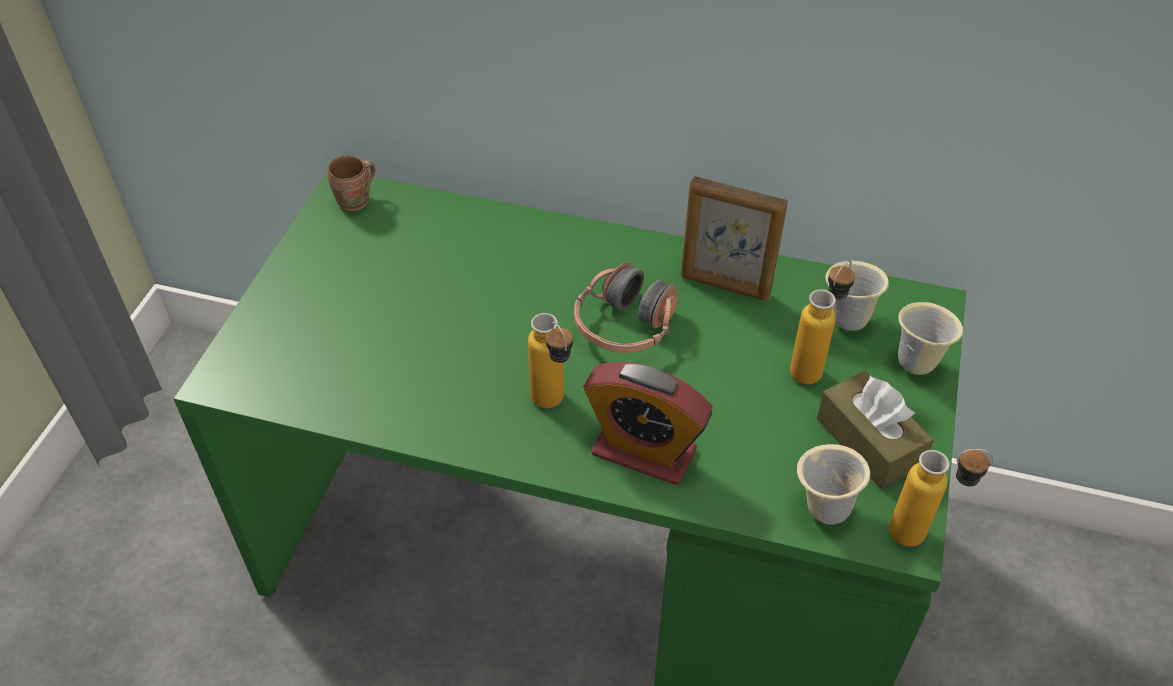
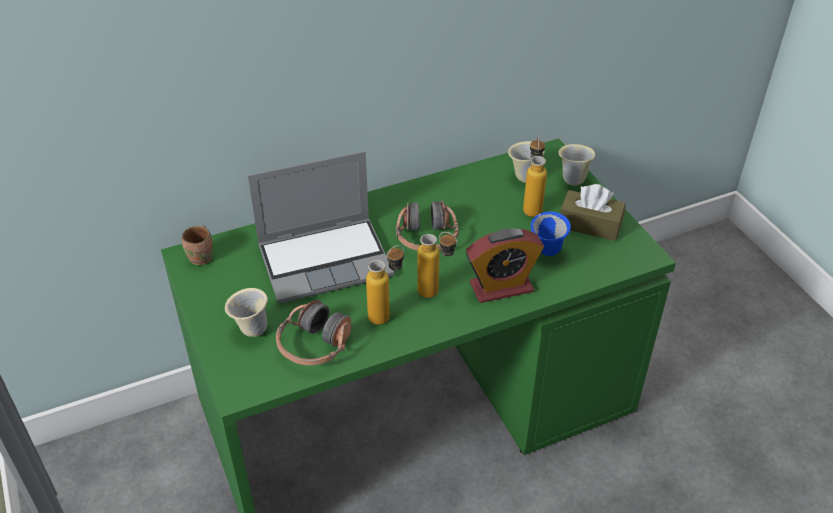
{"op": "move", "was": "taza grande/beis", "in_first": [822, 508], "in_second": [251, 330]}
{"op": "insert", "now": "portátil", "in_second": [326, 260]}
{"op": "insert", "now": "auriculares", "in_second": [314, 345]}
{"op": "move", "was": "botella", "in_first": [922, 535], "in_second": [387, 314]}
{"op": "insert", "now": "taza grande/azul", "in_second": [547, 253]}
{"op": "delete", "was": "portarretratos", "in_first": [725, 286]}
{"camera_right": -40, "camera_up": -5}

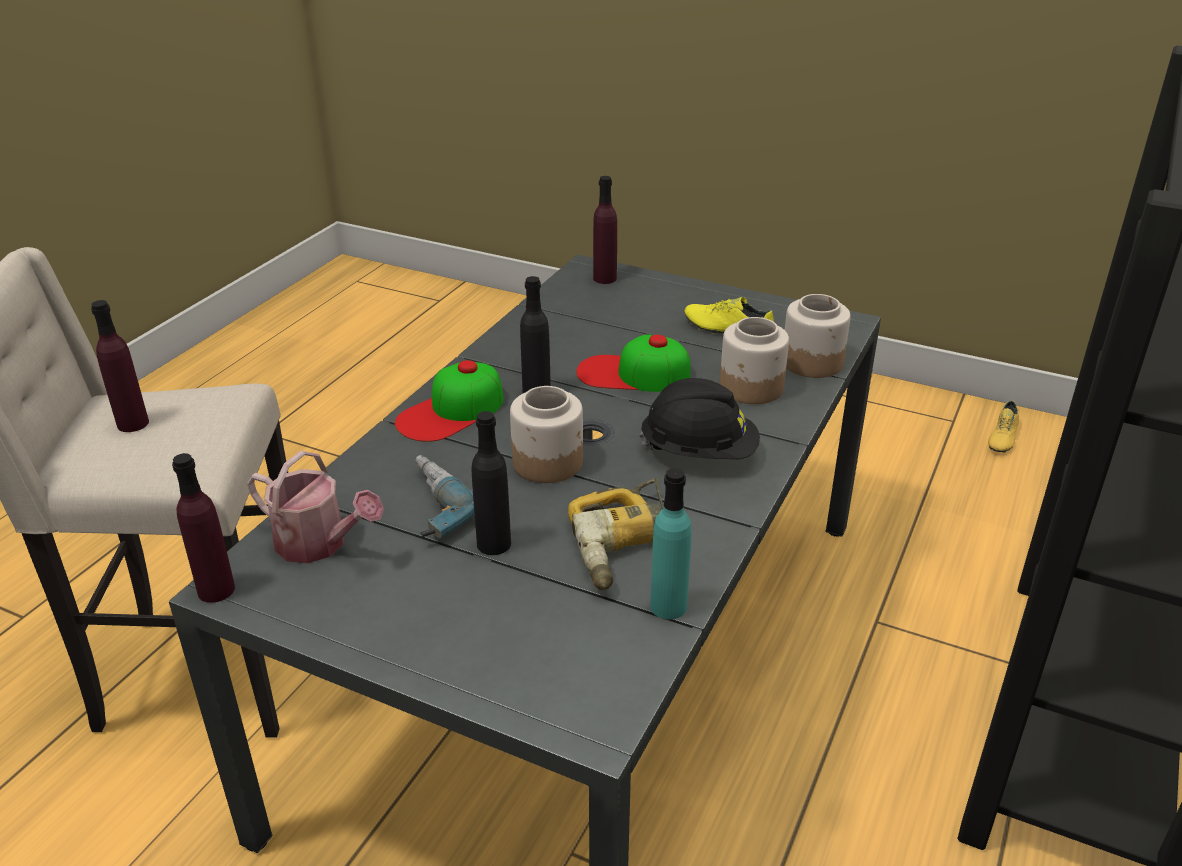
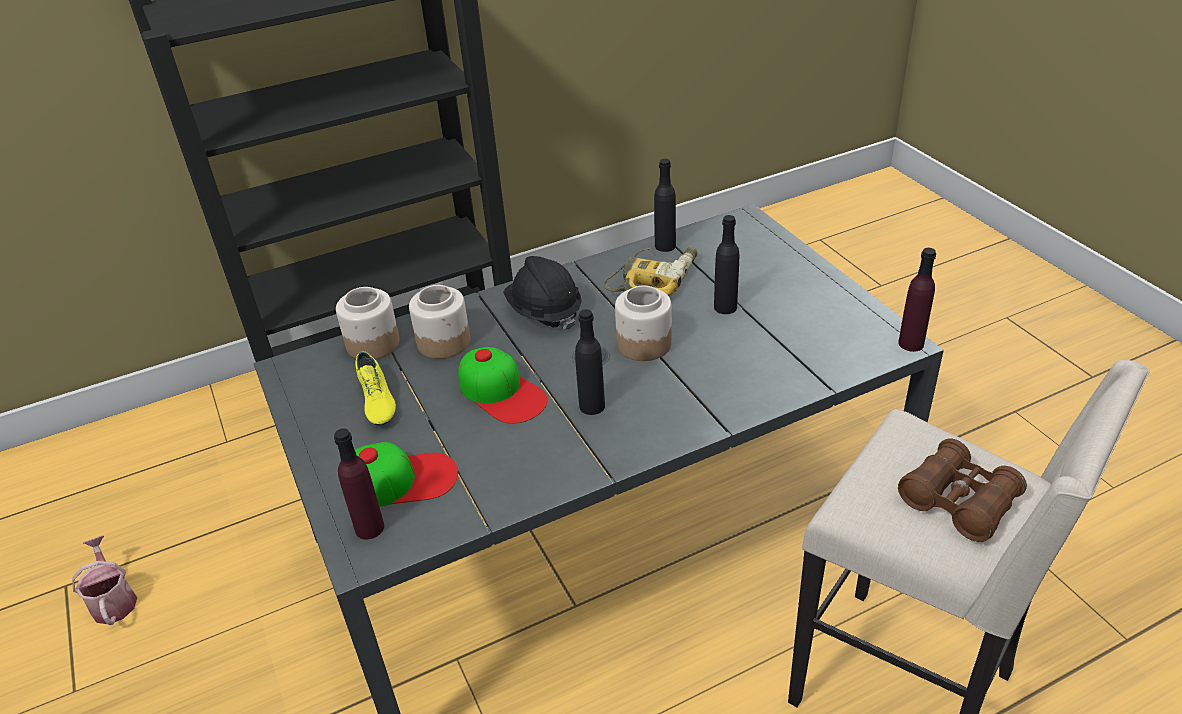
{"op": "move", "was": "regadera", "in_first": [319, 544], "in_second": [113, 600]}
{"op": "move", "was": "gorra", "in_first": [451, 411], "in_second": [400, 479]}
{"op": "recolor", "was": "botella/turquesa", "now": "botella/negro", "in_first": [668, 606], "in_second": [665, 246]}
{"op": "replace", "was": "botella/morado", "now": "prismáticos/marrón", "in_first": [133, 423], "in_second": [958, 501]}
{"op": "delete", "was": "taladro", "in_first": [429, 506]}
{"op": "delete", "was": "zapato/amarillo", "in_first": [1001, 438]}
{"camera_right": -140, "camera_up": 5}

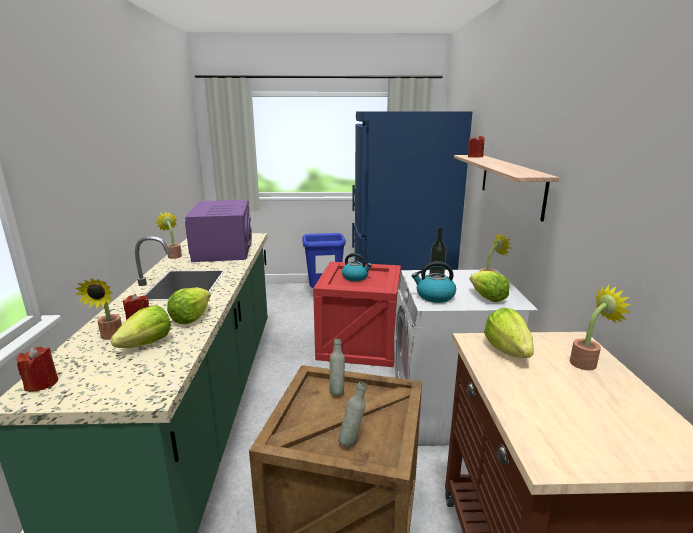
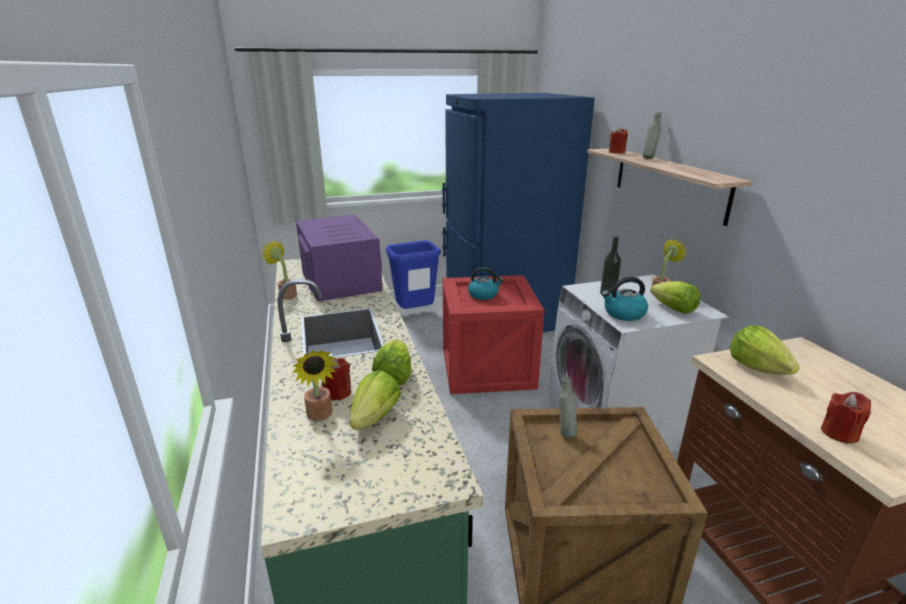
{"op": "move", "was": "botella/gris", "in_first": [352, 441], "in_second": [649, 158]}
{"op": "move", "was": "vela/rojo", "in_first": [42, 383], "in_second": [839, 433]}
{"op": "delete", "was": "planta en maceta", "in_first": [587, 362]}
{"camera_right": -15, "camera_up": 5}

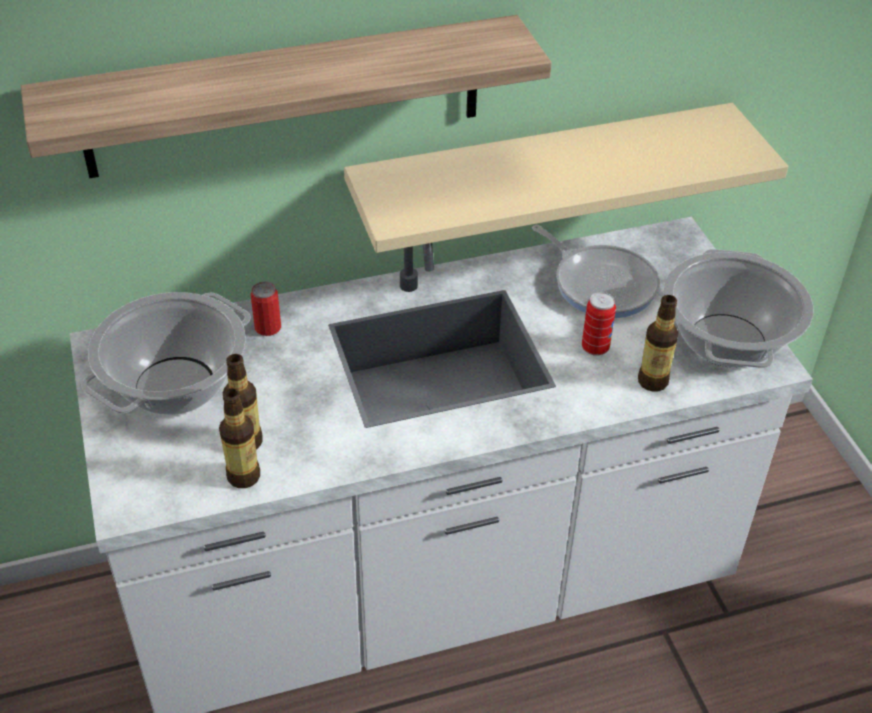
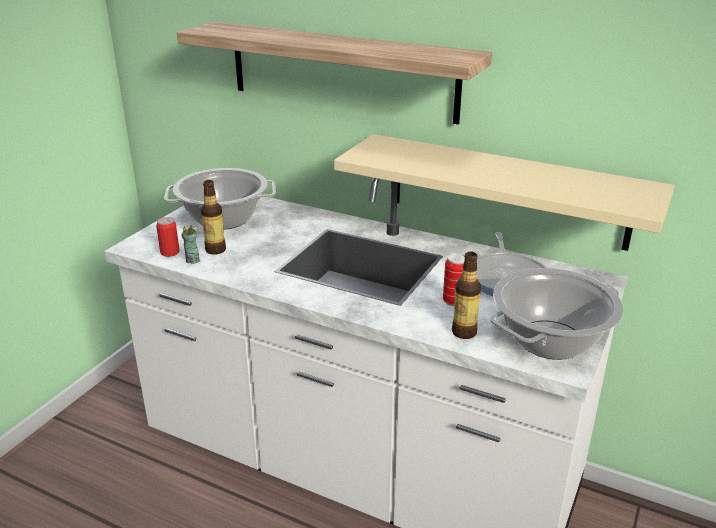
{"op": "move", "was": "lata", "in_first": [268, 327], "in_second": [170, 252]}
{"op": "replace", "was": "botella", "now": "taza", "in_first": [244, 476], "in_second": [192, 260]}
{"camera_right": 45, "camera_up": -15}

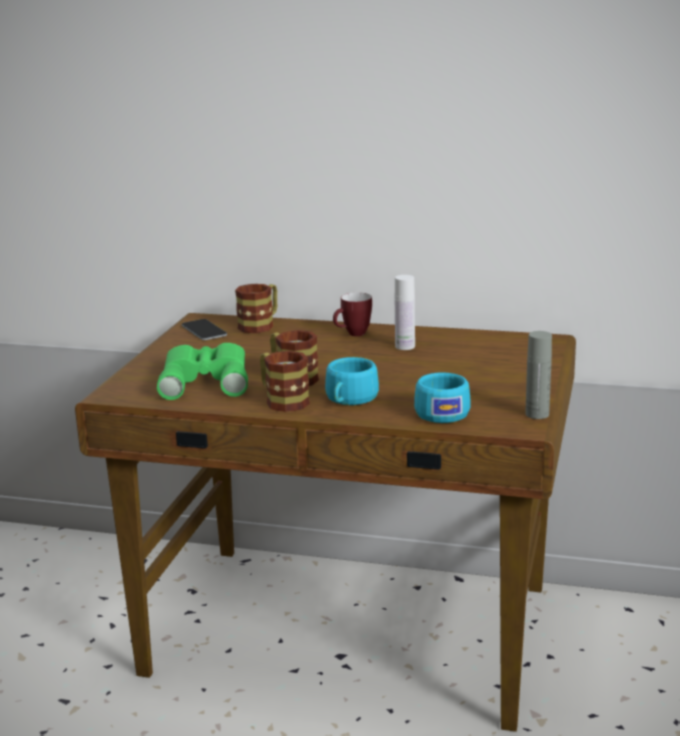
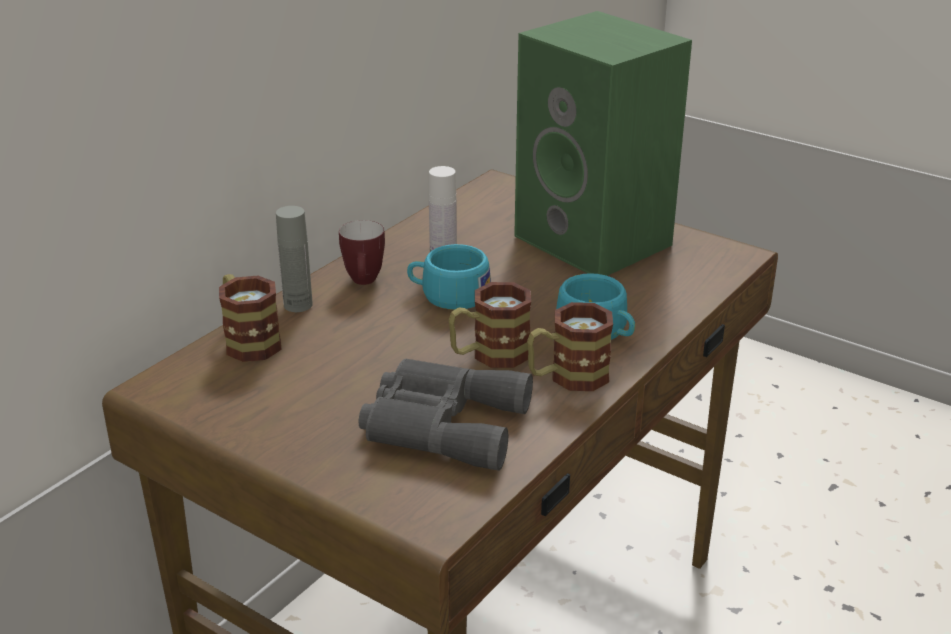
{"op": "move", "was": "botella/gris", "in_first": [537, 414], "in_second": [298, 305]}
{"op": "recolor", "was": "prismáticos/verde", "now": "prismáticos/gris", "in_first": [206, 379], "in_second": [440, 423]}
{"op": "move", "was": "taza/turquesa", "in_first": [440, 412], "in_second": [448, 295]}
{"op": "insert", "now": "altavoz/verde", "in_second": [597, 241]}
{"op": "delete", "was": "móvil", "in_first": [204, 330]}
{"camera_right": -70, "camera_up": 10}

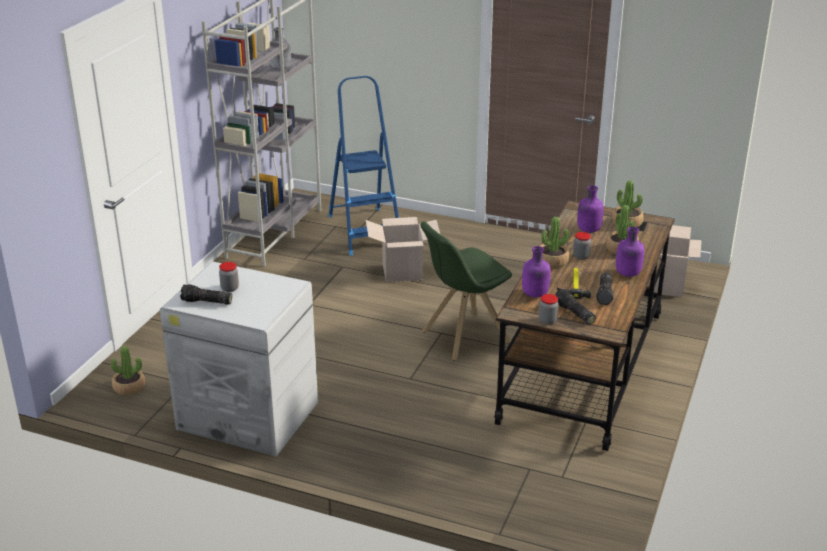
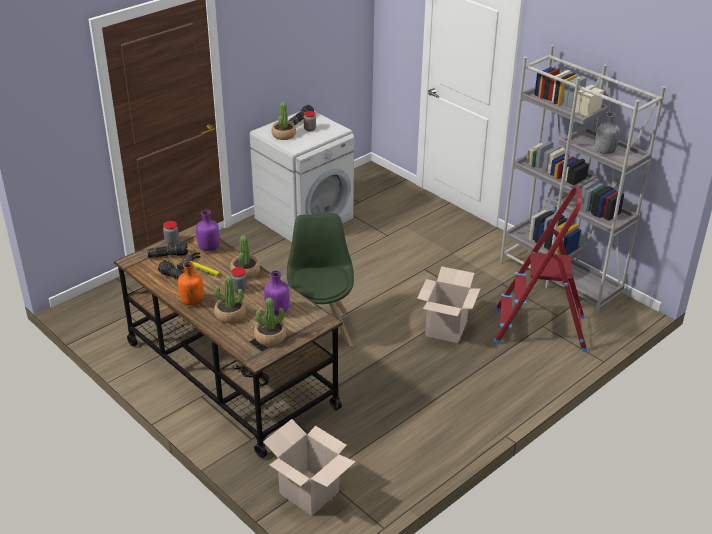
{"op": "recolor", "was": "botella/morado", "now": "botella/naranja", "in_first": [627, 274], "in_second": [192, 301]}
{"op": "move", "was": "planta en maceta", "in_first": [129, 387], "in_second": [283, 135]}
{"op": "recolor", "was": "escalera de tijera/azul", "now": "escalera de tijera/rojo", "in_first": [365, 231], "in_second": [538, 329]}
{"camera_right": 115, "camera_up": 5}

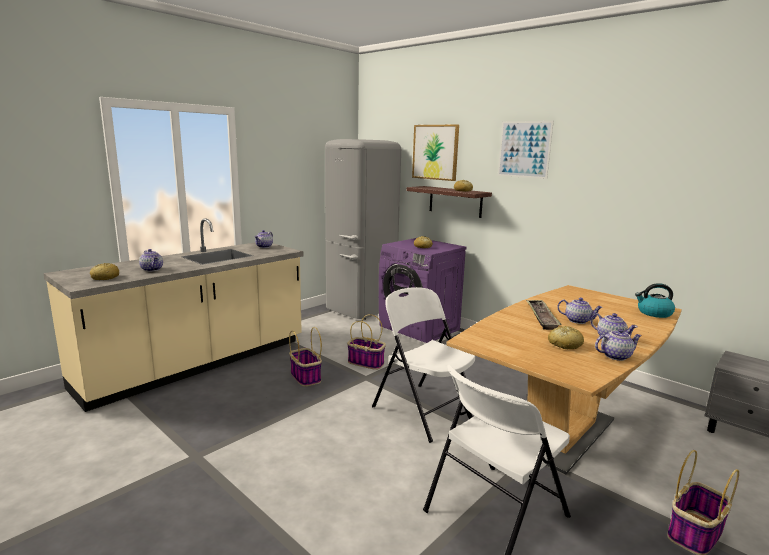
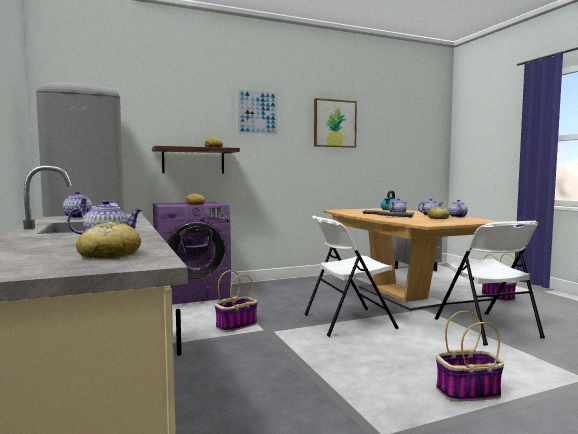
{"op": "move", "was": "cuadro", "in_first": [435, 152], "in_second": [334, 123]}
{"op": "move", "was": "cesta", "in_first": [305, 377], "in_second": [467, 392]}
{"camera_right": -65, "camera_up": -10}

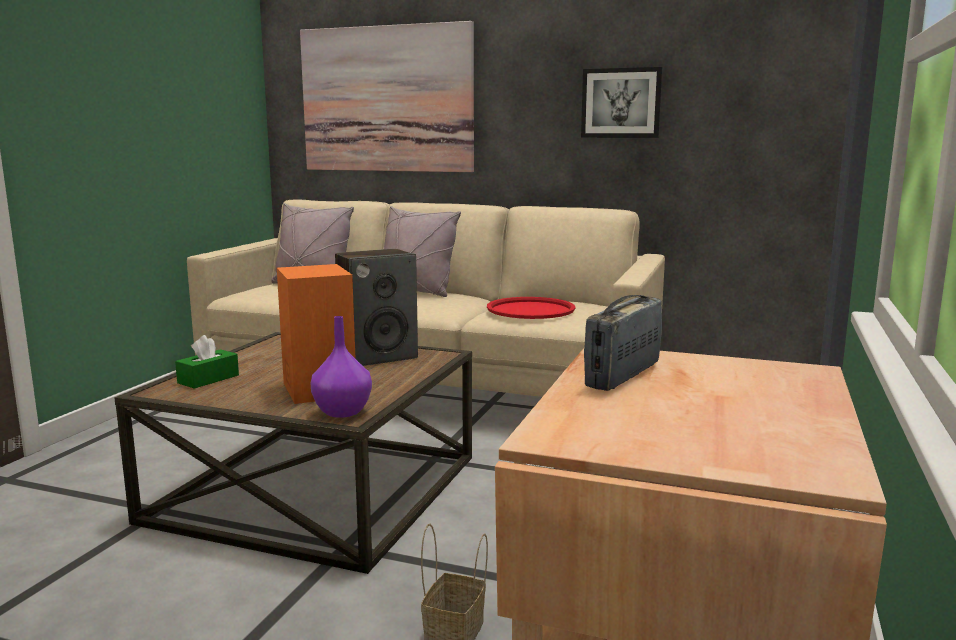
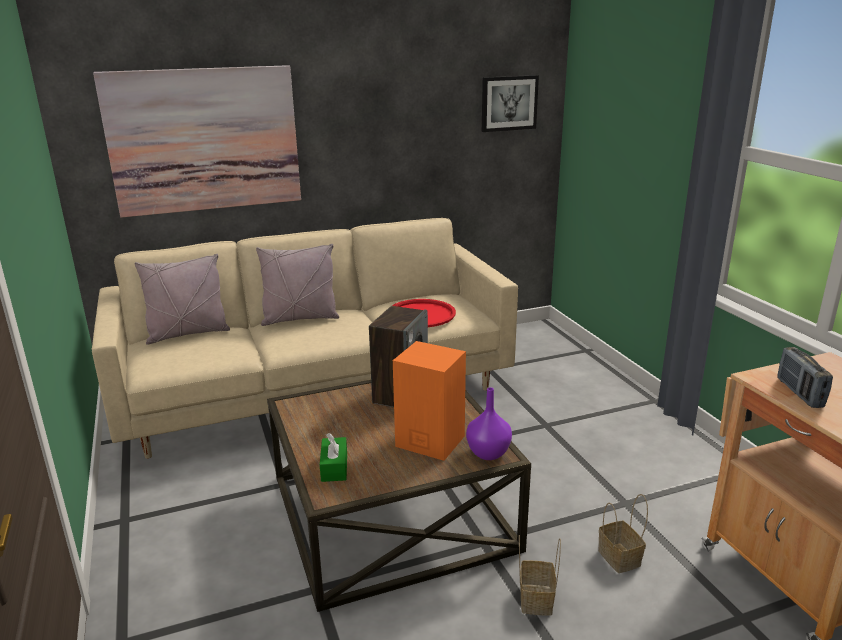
{"op": "move", "was": "cuadro", "in_first": [621, 103], "in_second": [508, 103]}
{"op": "insert", "now": "cesta", "in_second": [535, 598]}
{"camera_right": -40, "camera_up": 10}

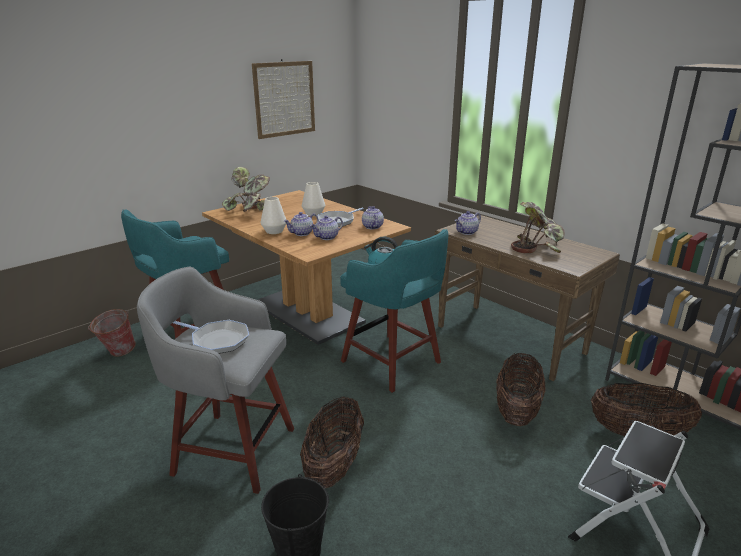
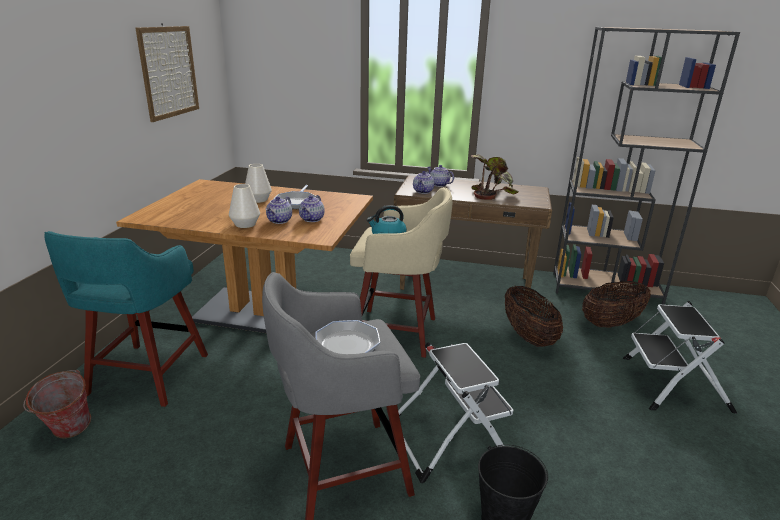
{"op": "recolor", "was": "taburete/turquesa", "now": "taburete/beis", "in_first": [393, 363], "in_second": [398, 333]}
{"op": "replace", "was": "cesta", "now": "escalera de tijera", "in_first": [334, 465], "in_second": [449, 438]}
{"op": "move", "was": "tetera", "in_first": [372, 227], "in_second": [438, 184]}
{"op": "delete", "was": "planta en maceta", "in_first": [249, 210]}
{"camera_right": -35, "camera_up": 0}

